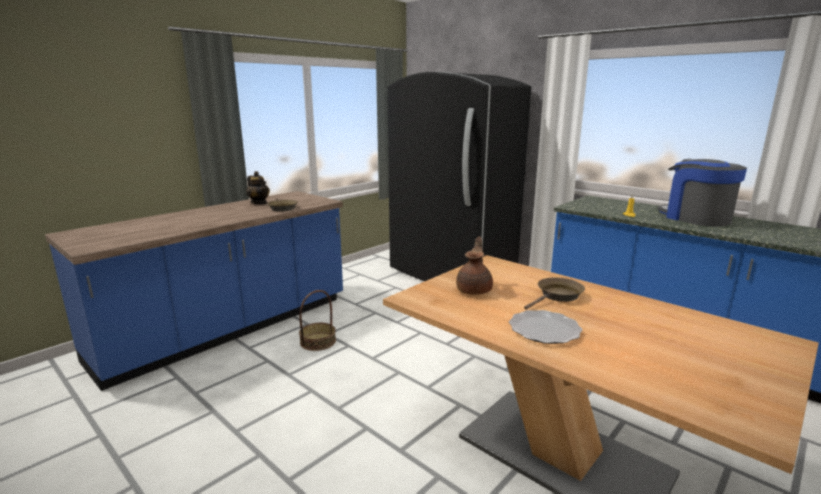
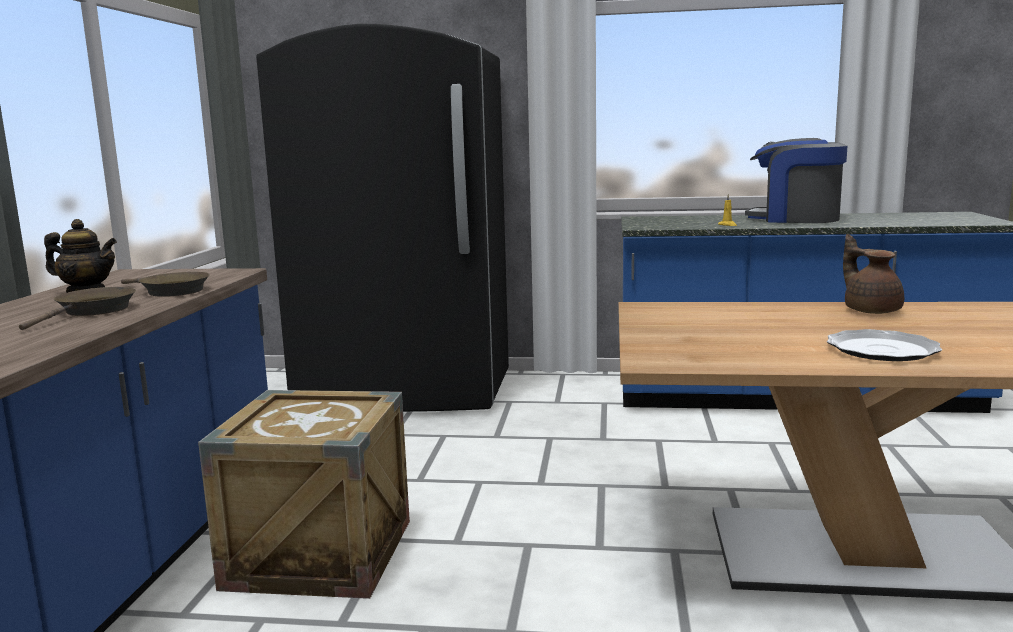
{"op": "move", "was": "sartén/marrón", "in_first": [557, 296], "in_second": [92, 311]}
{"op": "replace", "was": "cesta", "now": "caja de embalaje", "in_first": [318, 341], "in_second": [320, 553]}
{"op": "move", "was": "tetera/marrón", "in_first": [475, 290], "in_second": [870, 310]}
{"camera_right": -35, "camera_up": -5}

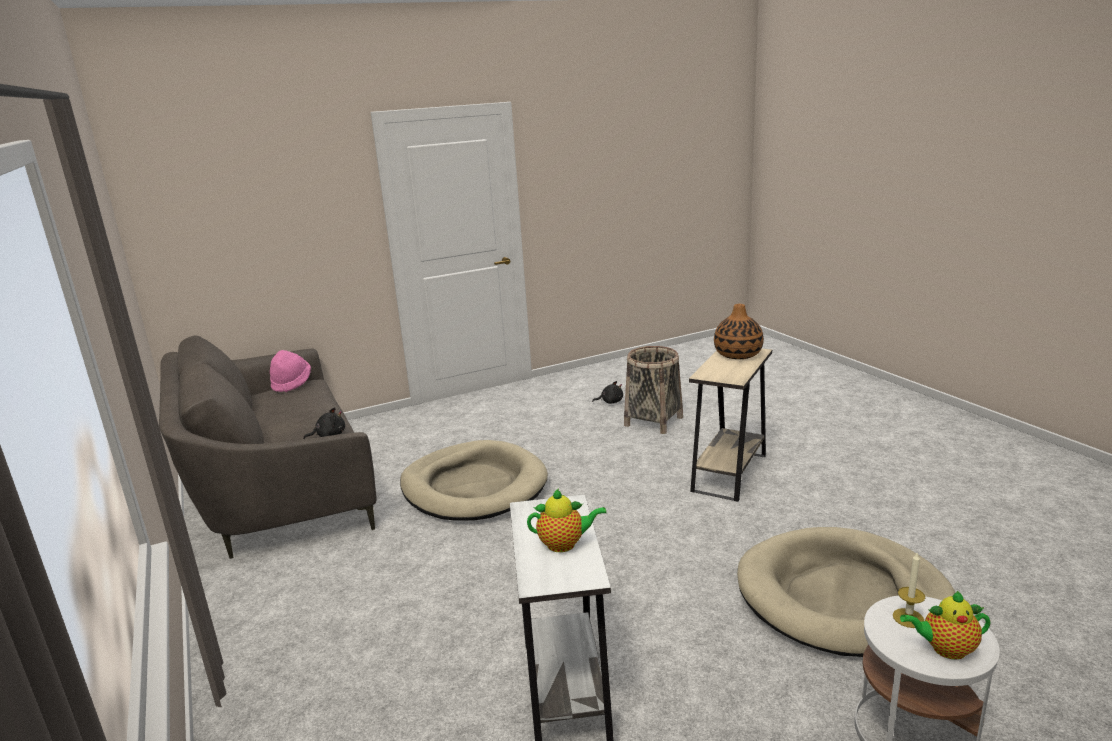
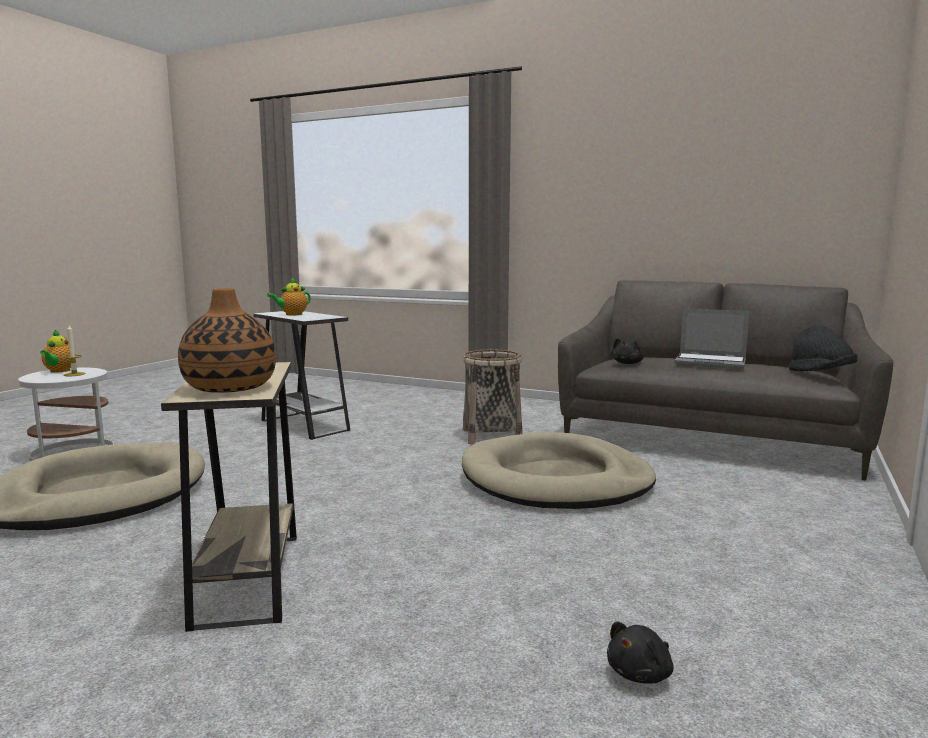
{"op": "rotate", "was": "tetera", "in_first": [945, 649], "in_second": [59, 371], "clockwise": 120}
{"op": "move", "was": "cesta", "in_first": [653, 421], "in_second": [491, 436]}
{"op": "insert", "now": "portátil", "in_second": [711, 363]}
{"op": "recolor", "was": "sombrero/rosa", "now": "sombrero/negro", "in_first": [291, 383], "in_second": [821, 374]}
{"camera_right": 140, "camera_up": -10}

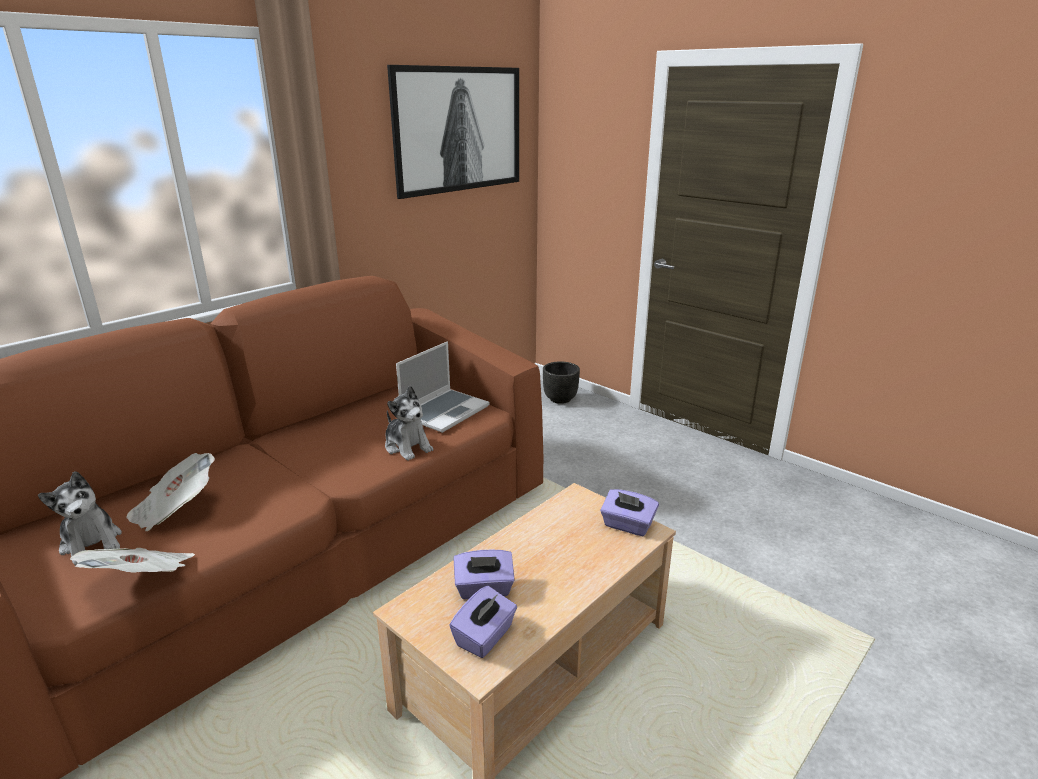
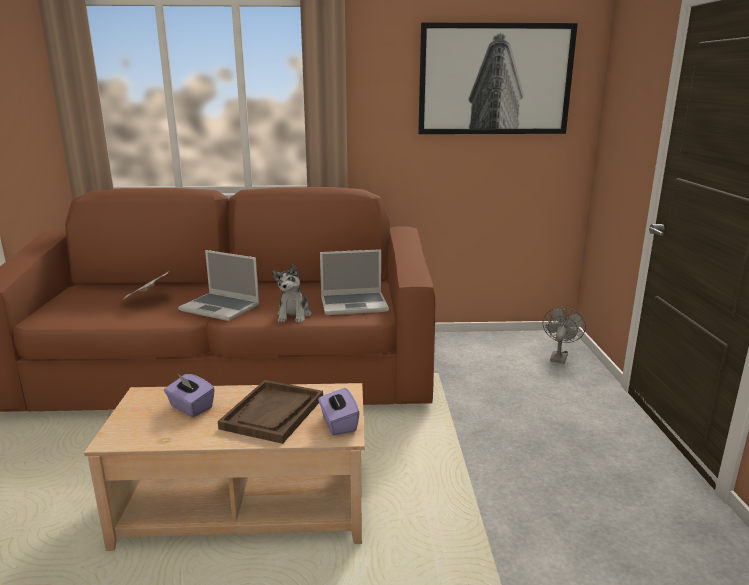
{"op": "insert", "now": "portátil", "in_second": [221, 308]}
{"op": "insert", "now": "bandeja/marrón", "in_second": [273, 413]}
{"op": "replace", "was": "maceta/negro", "now": "ventilador/gris", "in_first": [560, 399], "in_second": [559, 356]}
{"op": "delete", "was": "peluche", "in_first": [92, 543]}
{"op": "delete", "was": "periódico", "in_first": [143, 580]}
{"op": "delete", "was": "caja de pañuelos/morado", "in_first": [485, 637]}
{"camera_right": 45, "camera_up": -5}

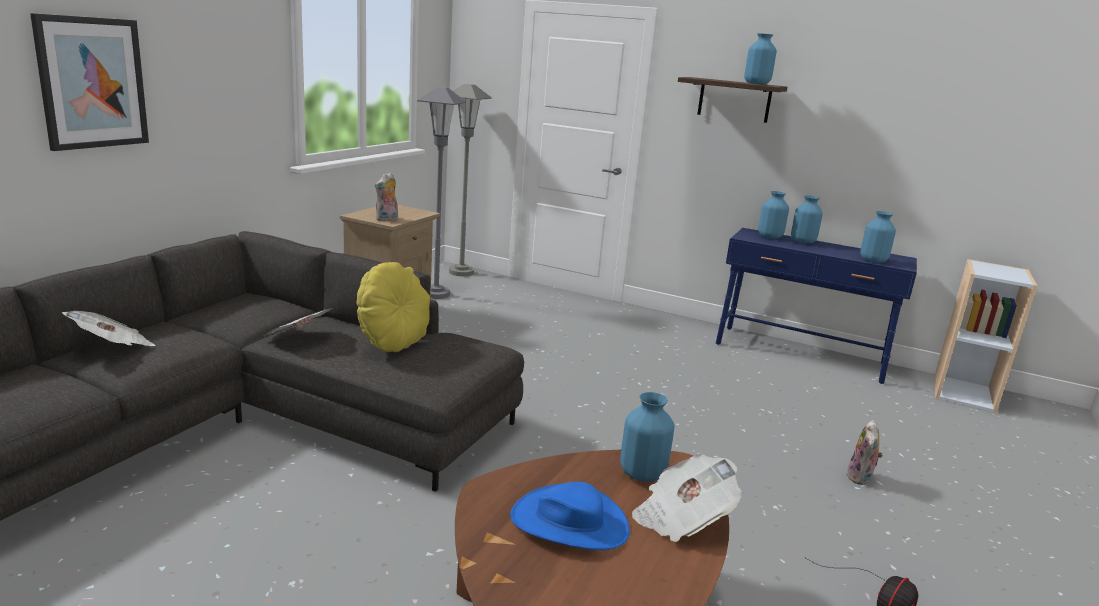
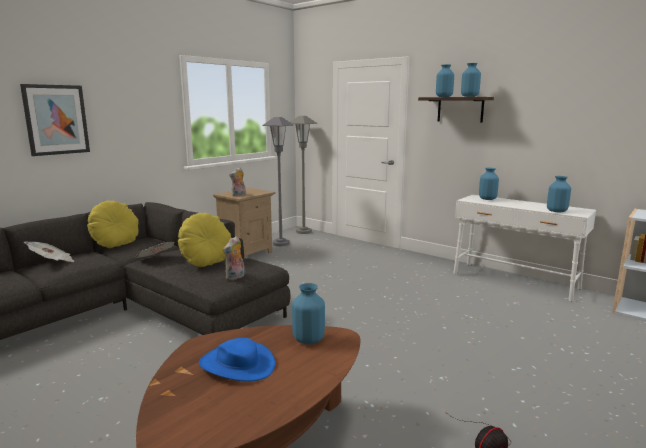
{"op": "insert", "now": "cojín/amarillo", "in_second": [116, 245]}
{"op": "move", "was": "peluche", "in_first": [860, 478], "in_second": [235, 277]}
{"op": "move", "was": "florero/azul", "in_first": [802, 241], "in_second": [444, 97]}
{"op": "recolor", "was": "mesa consola/azul", "now": "mesa consola/blanco", "in_first": [799, 354], "in_second": [514, 281]}
{"op": "delete", "was": "periódico", "in_first": [681, 518]}
{"camera_right": 15, "camera_up": -5}

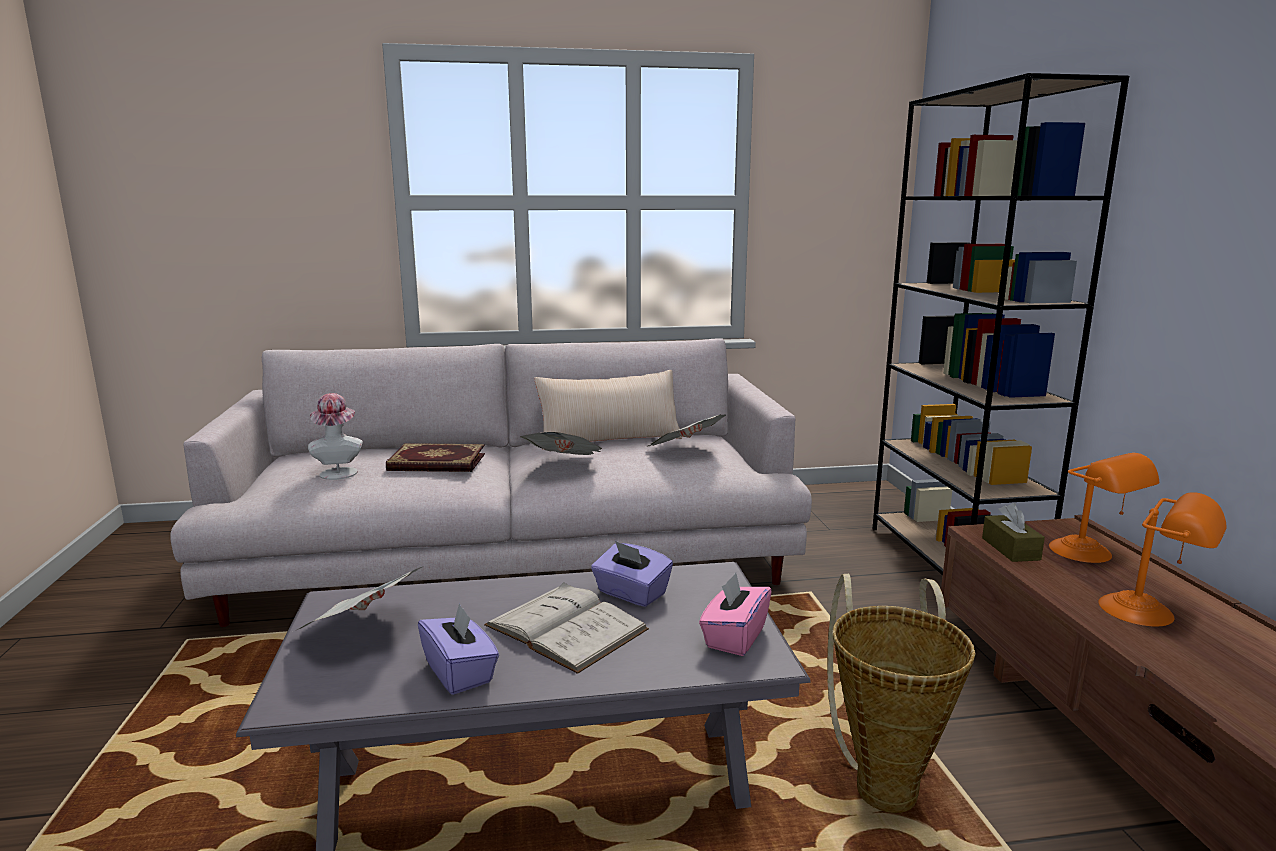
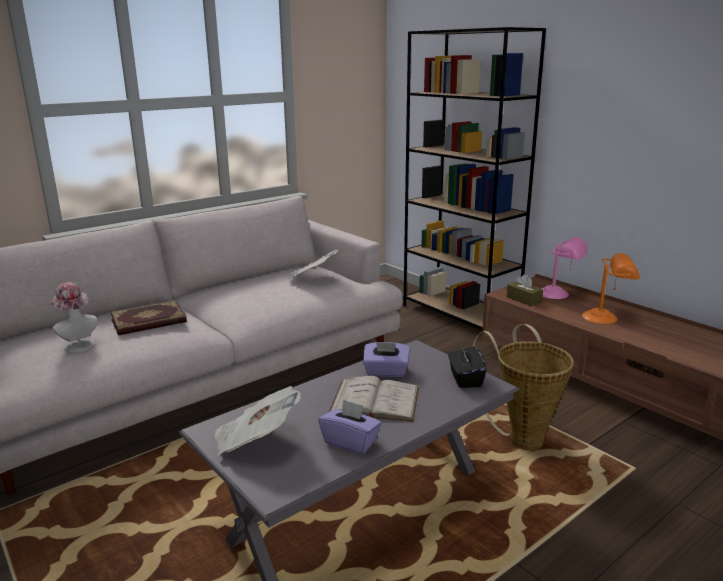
{"op": "recolor", "was": "caja de pañuelos/rosa", "now": "caja de pañuelos/negro", "in_first": [734, 637], "in_second": [465, 379]}
{"op": "recolor", "was": "lámpara de mesa/naranja", "now": "lámpara de mesa/rosa", "in_first": [1092, 555], "in_second": [559, 294]}
{"op": "delete", "was": "periódico", "in_first": [564, 466]}
{"op": "delete", "was": "cojín/beis", "in_first": [609, 439]}
{"camera_right": -30, "camera_up": 5}

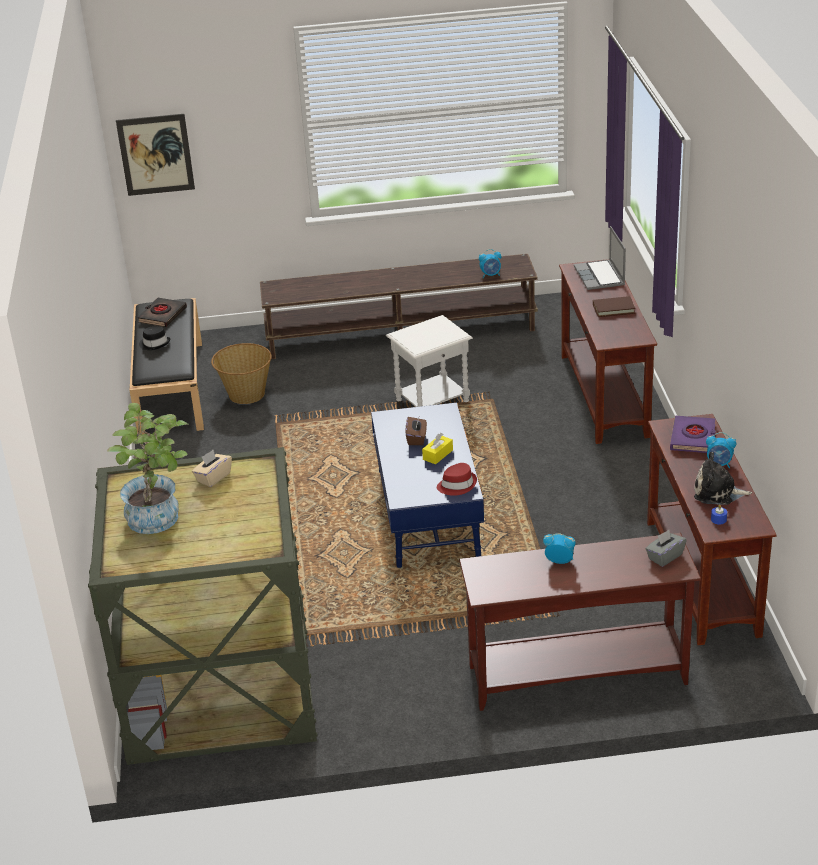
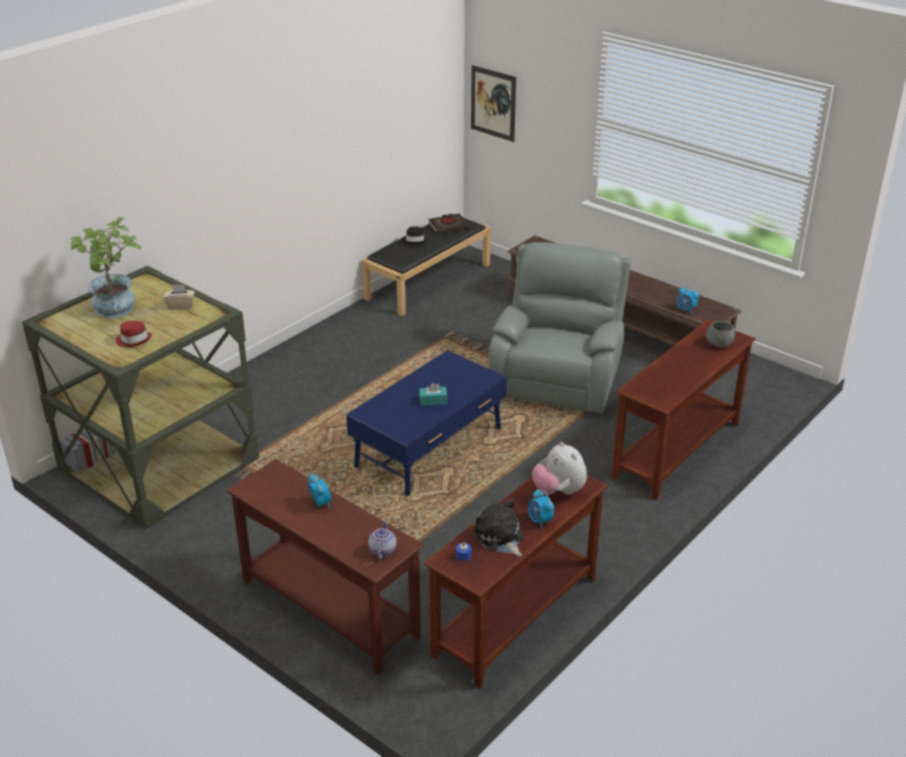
{"op": "move", "was": "sombrero/rojo", "in_first": [457, 485], "in_second": [133, 340]}
{"op": "replace", "was": "caja de pañuelos/gris", "now": "tetera", "in_first": [665, 557], "in_second": [382, 551]}
{"op": "recolor", "was": "caja de pañuelos/amarillo", "now": "caja de pañuelos/turquesa", "in_first": [438, 455], "in_second": [433, 401]}
{"op": "replace", "was": "mesa auxiliar/blanco", "now": "sillón/gris", "in_first": [431, 400], "in_second": [557, 380]}
{"op": "replace", "was": "libro/morado", "now": "peluche", "in_first": [693, 438], "in_second": [558, 491]}
{"op": "replace", "was": "portátil", "now": "cuenco/gris", "in_first": [600, 276], "in_second": [719, 344]}
{"op": "delete", "was": "cesta", "in_first": [246, 394]}
{"op": "delete", "was": "caja de pañuelos/marrón", "in_first": [416, 438]}
{"op": "delete", "was": "libro/marrón", "in_first": [613, 309]}
{"camera_right": 45, "camera_up": 0}

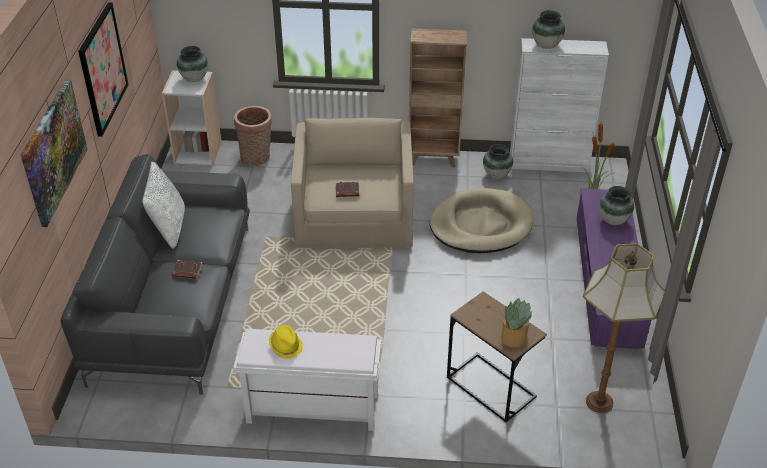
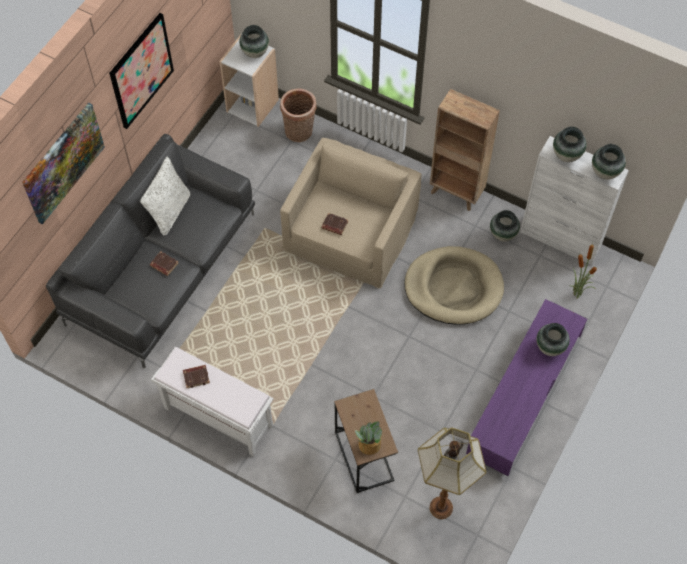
{"op": "replace", "was": "sombrero/amarillo", "now": "libro/marrón", "in_first": [286, 346], "in_second": [196, 377]}
{"op": "insert", "now": "florero", "in_second": [605, 172]}
{"camera_right": 25, "camera_up": 20}

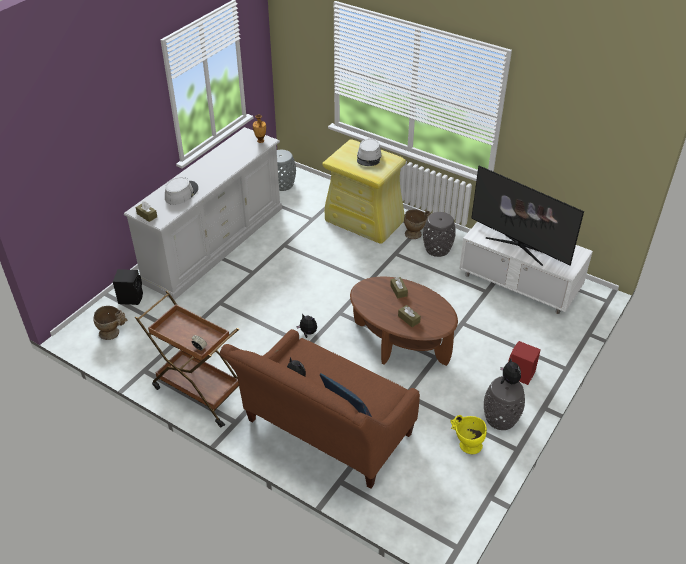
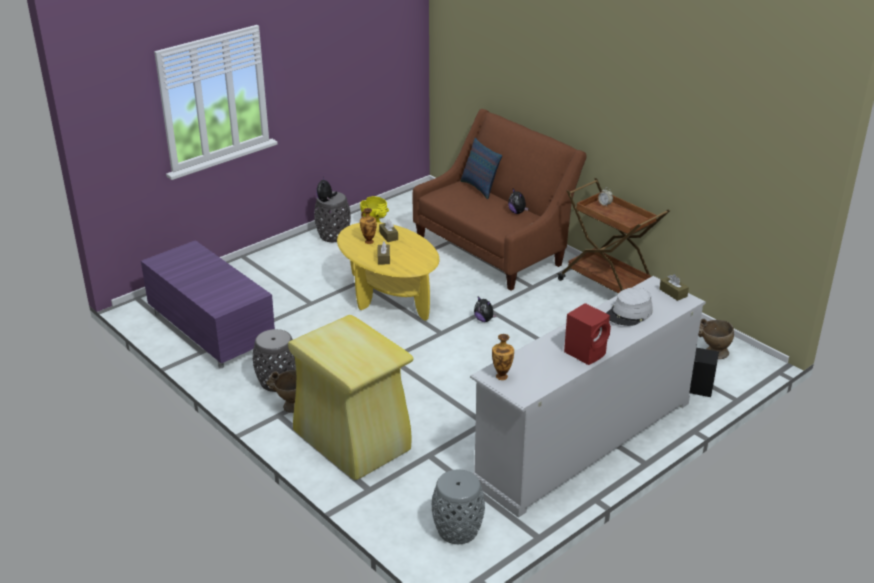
{"op": "recolor", "was": "mueble de televisión/blanco", "now": "mueble de televisión/morado", "in_first": [520, 282], "in_second": [211, 329]}
{"op": "recolor", "was": "mesa de centro/marrón", "now": "mesa de centro/amarillo", "in_first": [400, 343], "in_second": [389, 296]}
{"op": "insert", "now": "florero", "in_second": [368, 241]}
{"op": "move", "was": "altavoz/rojo", "in_first": [520, 374], "in_second": [586, 352]}
{"op": "delete", "was": "sombrero/gris", "in_first": [369, 157]}
{"op": "delete", "was": "televisor", "in_first": [518, 246]}
{"camera_right": -165, "camera_up": -10}

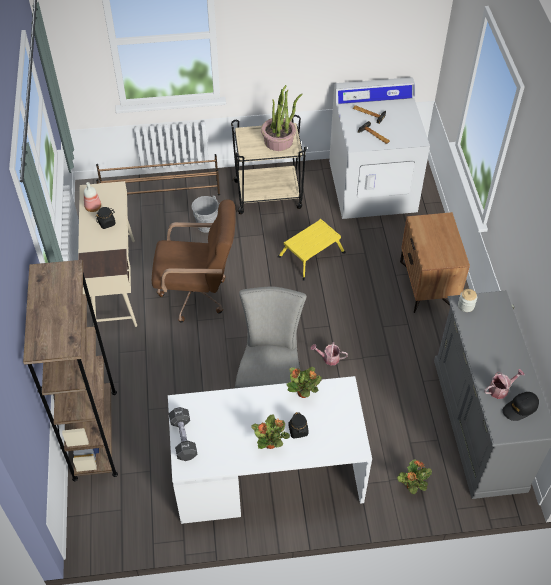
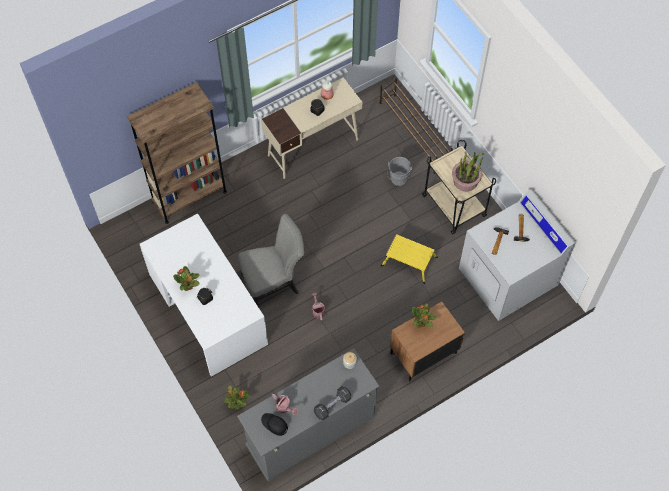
{"op": "move", "was": "mancuerna/negro", "in_first": [183, 438], "in_second": [332, 405]}
{"op": "move", "was": "planta en maceta", "in_first": [303, 393], "in_second": [421, 323]}
{"op": "delete", "was": "silla de oficina/marrón", "in_first": [198, 296]}
{"camera_right": 65, "camera_up": 10}

